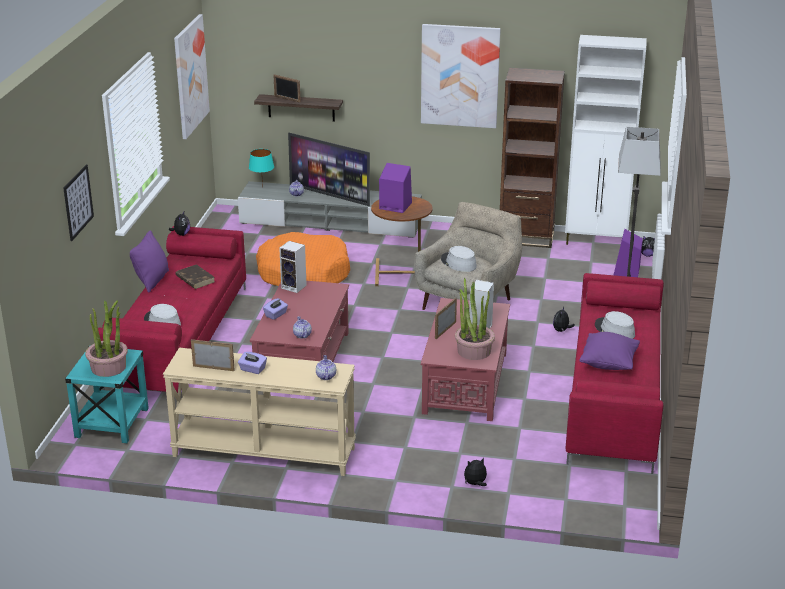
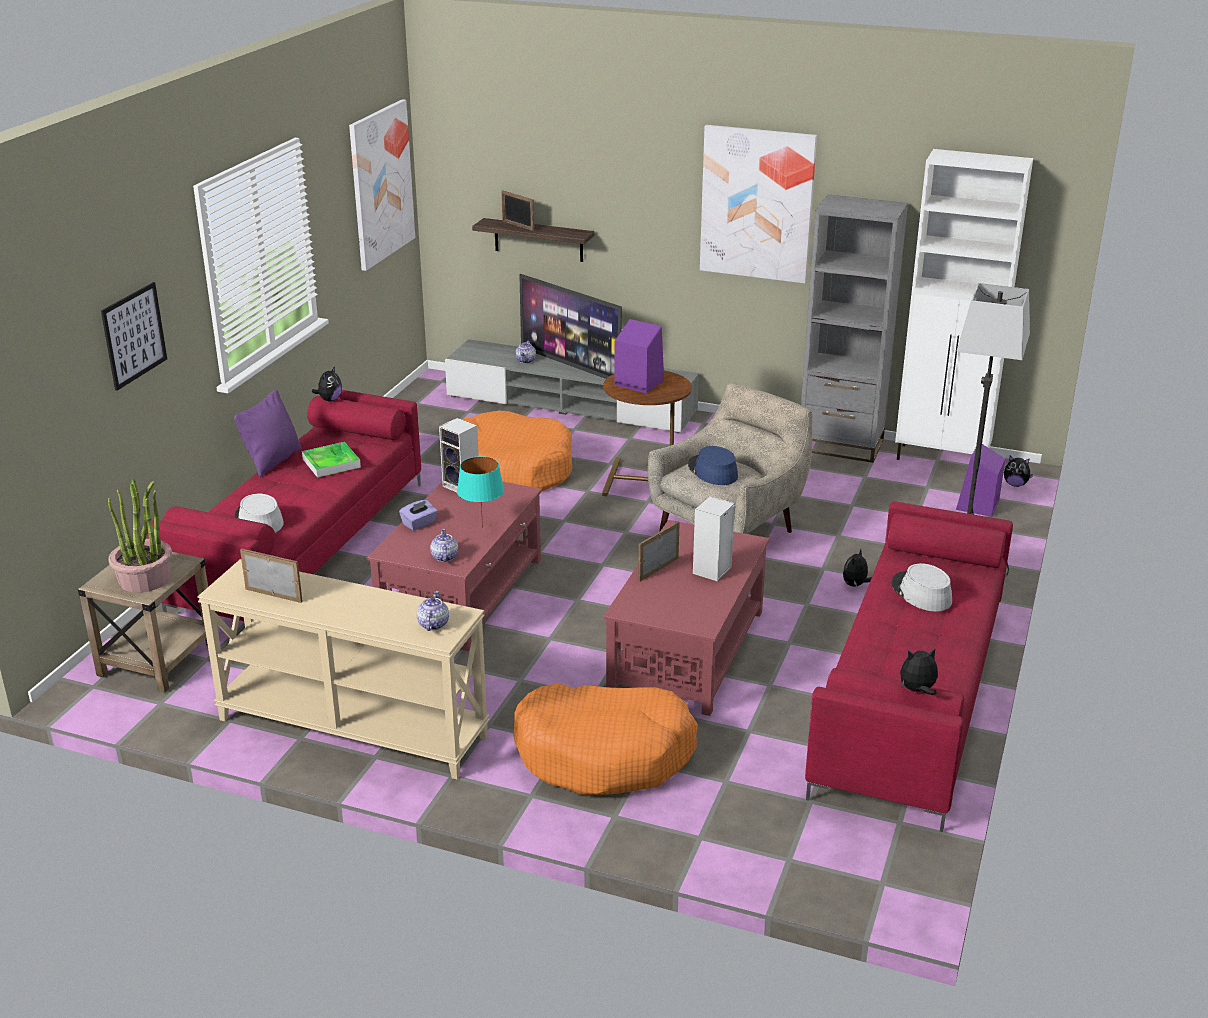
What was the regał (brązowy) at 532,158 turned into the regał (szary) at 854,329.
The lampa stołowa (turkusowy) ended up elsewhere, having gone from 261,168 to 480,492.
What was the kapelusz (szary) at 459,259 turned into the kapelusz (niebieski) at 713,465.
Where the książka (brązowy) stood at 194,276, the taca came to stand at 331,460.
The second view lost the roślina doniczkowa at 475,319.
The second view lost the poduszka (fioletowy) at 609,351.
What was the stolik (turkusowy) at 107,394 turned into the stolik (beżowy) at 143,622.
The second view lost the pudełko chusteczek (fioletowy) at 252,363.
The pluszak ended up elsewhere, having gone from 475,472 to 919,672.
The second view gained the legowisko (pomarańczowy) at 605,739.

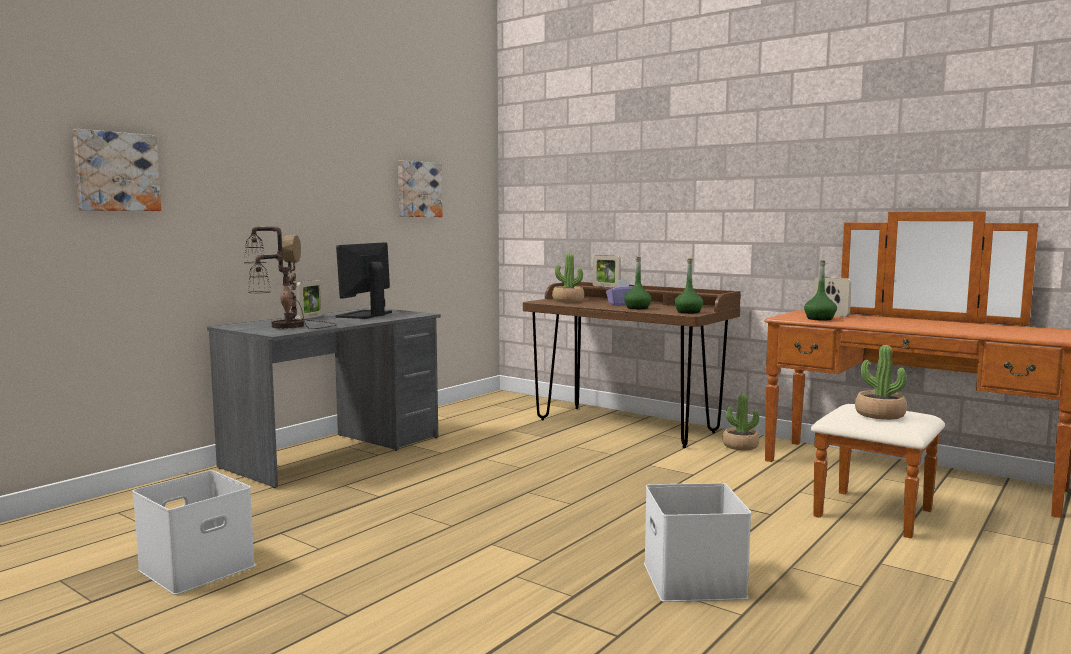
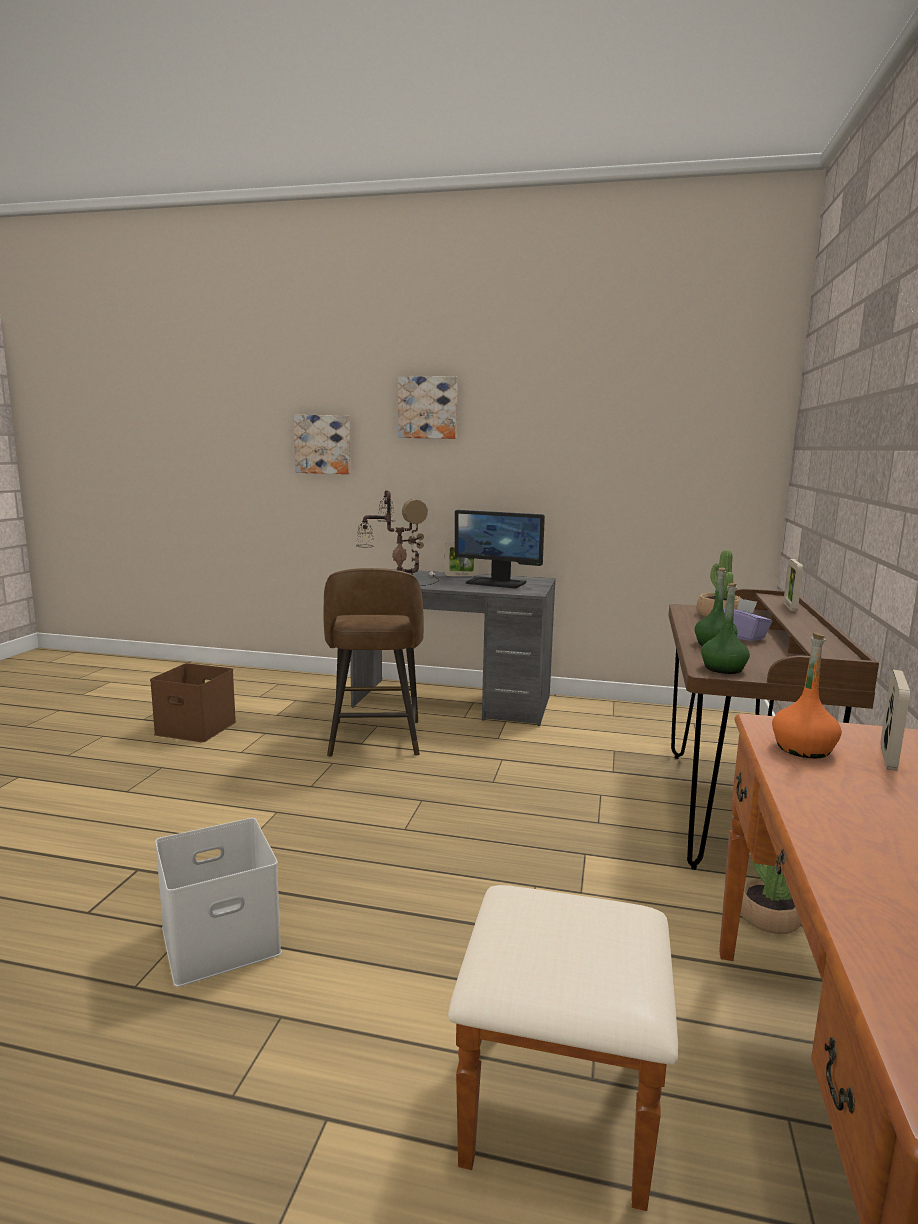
The obraz ended up elsewhere, having gone from 420,188 to 427,407.
The monitor at 363,280 ended up facing another way, 150 degrees counterclockwise from before.
What was the butelka (zielony) at 820,290 turned into the butelka (pomarańczowy) at 807,695.
The second view lost the roślina doniczkowa at 881,382.
What was the pojemnik do przechowywania (biały) at 194,532 turned into the pojemnik do przechowywania (brązowy) at 193,702.
The second view gained the stołek (brązowy) at 373,662.

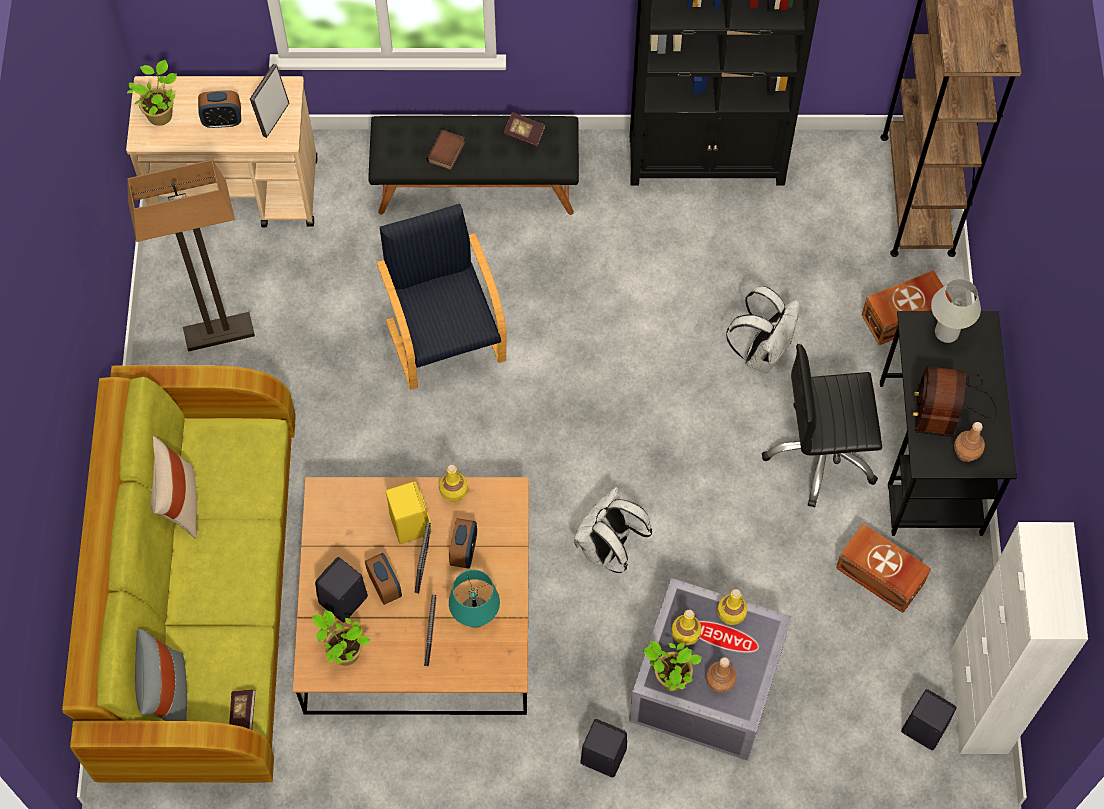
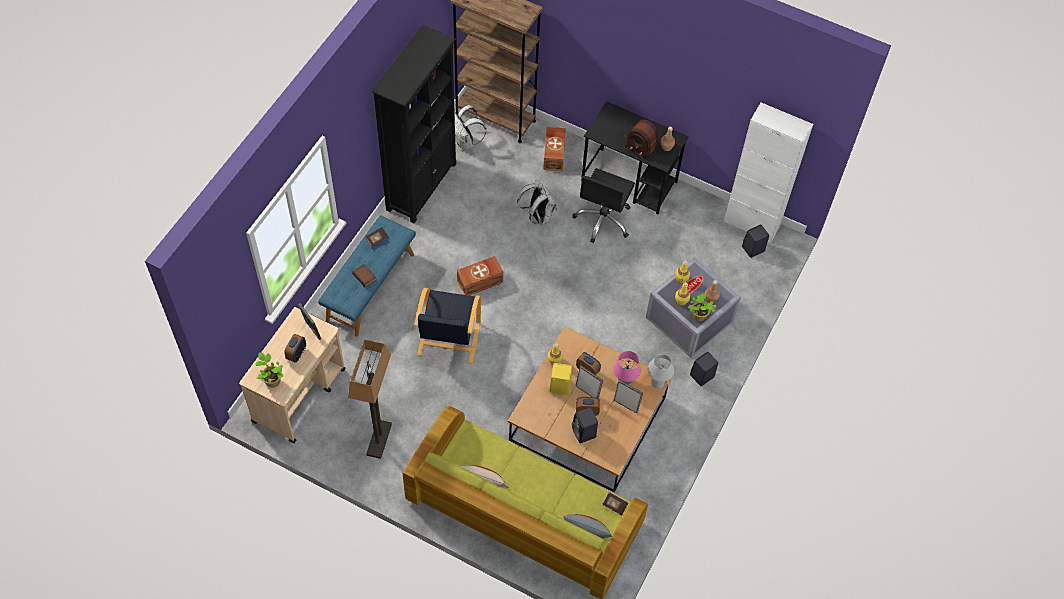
What was the ławka (czarny) at 473,165 turned into the ławka (niebieski) at 367,276.
The fotel (czarny) at 441,297 ended up facing another way, 90 degrees counterclockwise from before.
The lampa stołowa (biały) ended up elsewhere, having gone from 956,311 to 661,371.
The plecak (biały) ended up elsewhere, having gone from 613,529 to 470,127.
The pojemnik do przechowywania (brązowy) ended up elsewhere, having gone from 883,568 to 480,276.
What was the lampa stołowa (turkusowy) at 474,599 turned into the lampa stołowa (różowy) at 627,368.
The second view lost the roślina doniczkowa at 341,638.

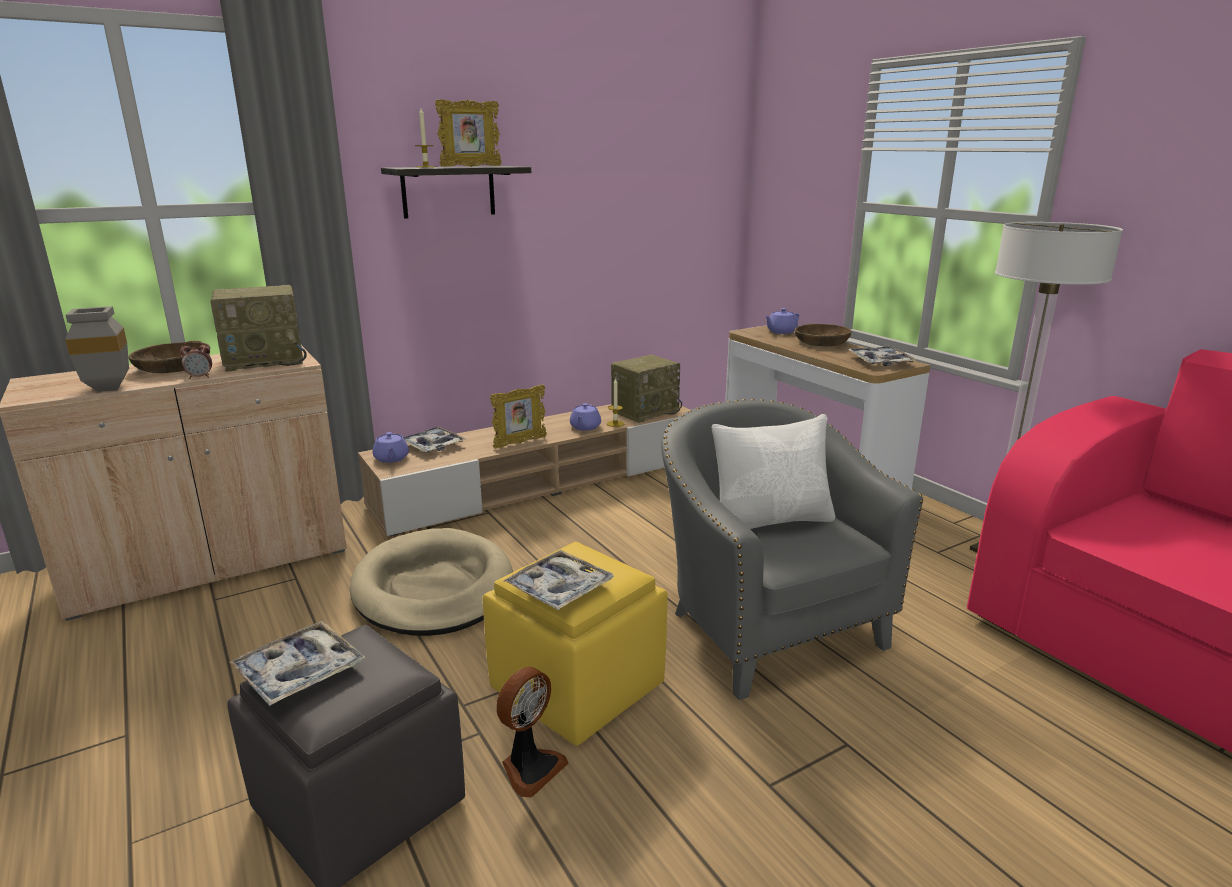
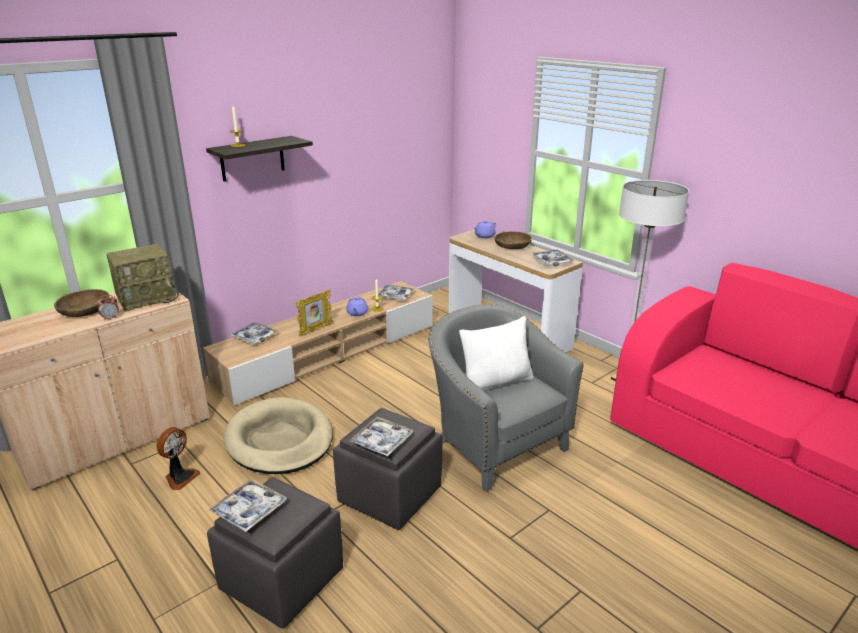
The second view lost the ramka na zdjęcie at 468,133.
The second view lost the wazon (szary) at 97,349.
Where the radio stood at 646,389, the taca came to stand at 396,292.
The second view lost the imbryk (fioletowy) at 391,447.
What was the pufa (żółty) at 575,644 turned into the pufa (szary) at 387,469.
The wentylator ended up elsewhere, having gone from 532,732 to 178,458.

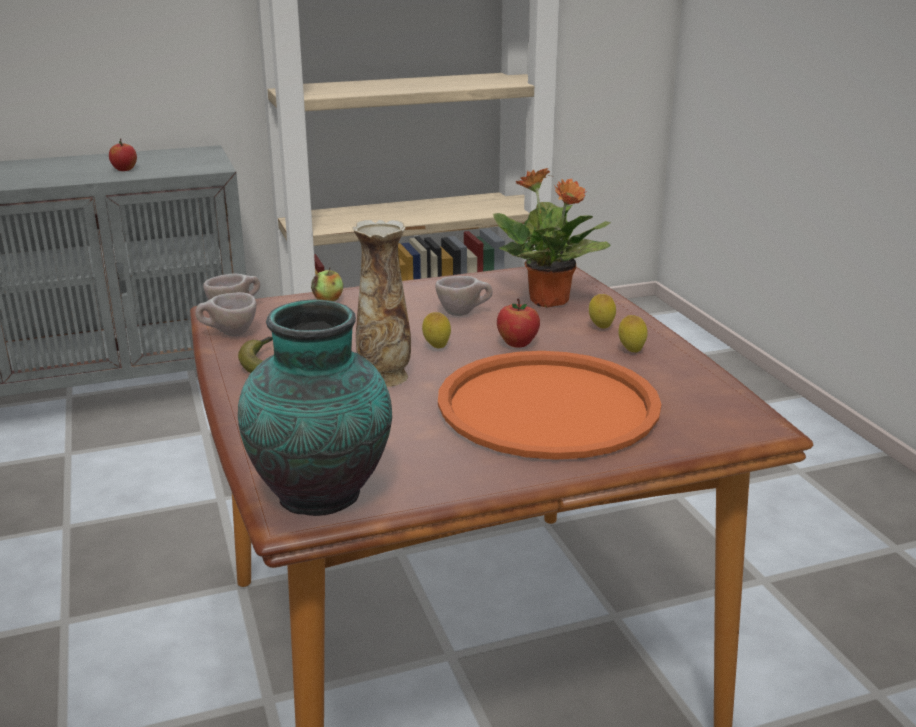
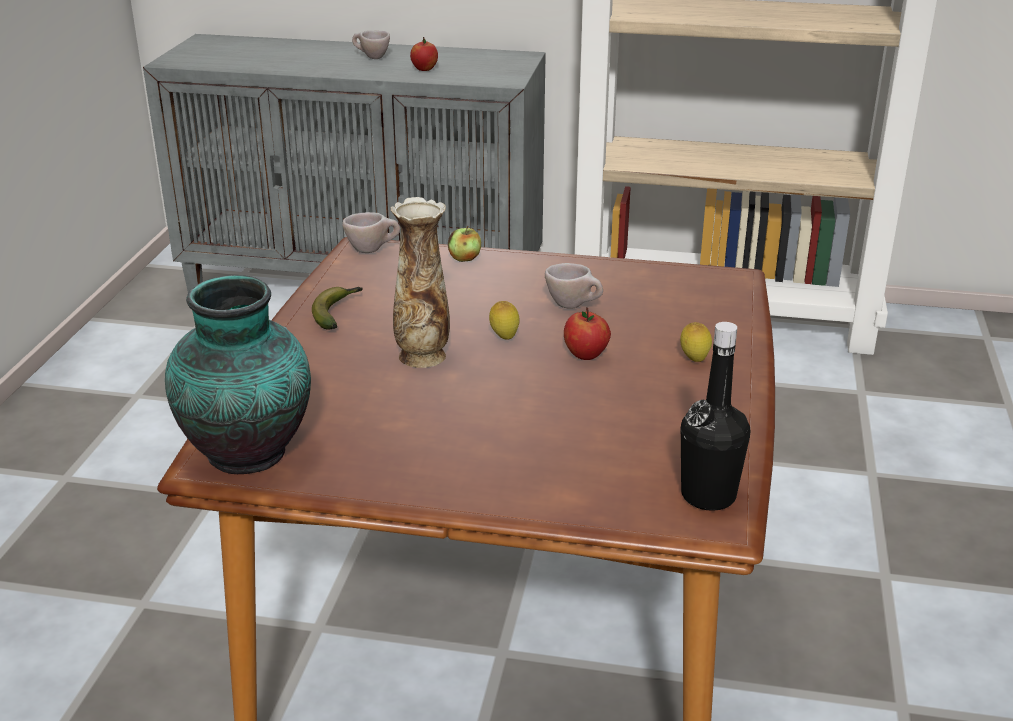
The second view lost the roślina doniczkowa at 552,238.
The filiżanka (beżowy) ended up elsewhere, having gone from 225,314 to 371,44.
The second view lost the cytryna at 633,333.
The second view lost the taca (pomarańczowy) at 549,405.
The second view gained the butelka (czarny) at 716,416.

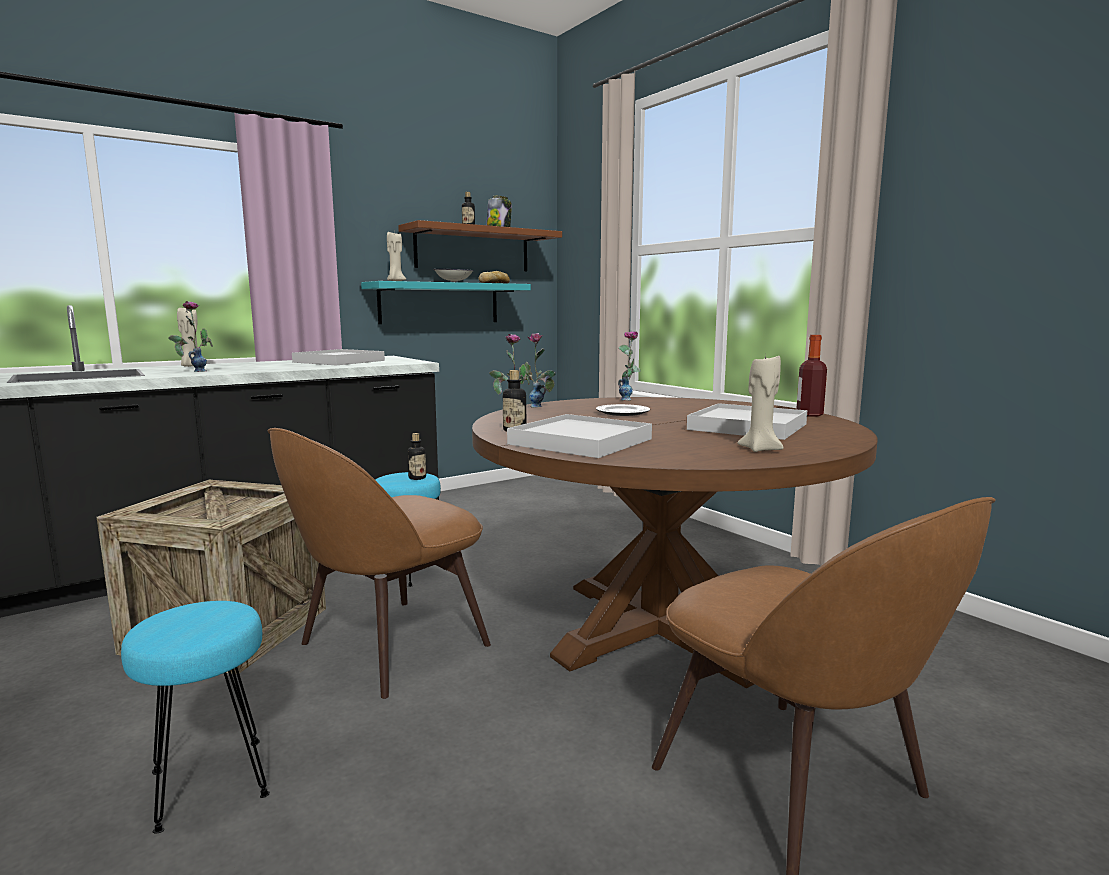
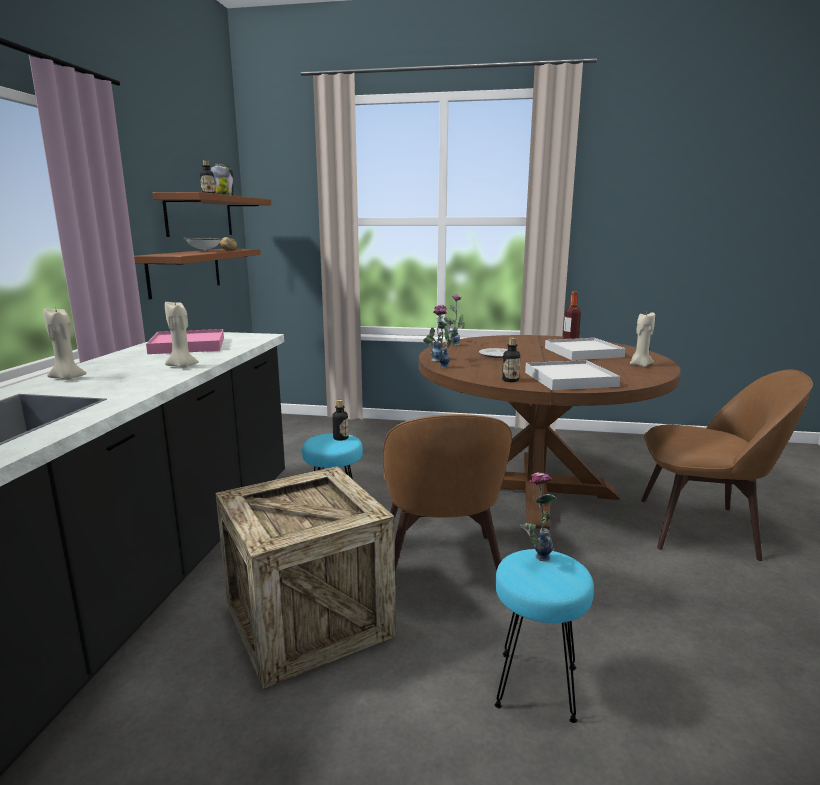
The świeca (beżowy) ended up elsewhere, having gone from 396,256 to 182,335.
What was the półka (turkusowy) at 446,302 turned into the półka (brązowy) at 197,274.
The wazon ended up elsewhere, having gone from 190,336 to 538,516.
What was the taca (biały) at 338,357 turned into the taca (różowy) at 185,341.

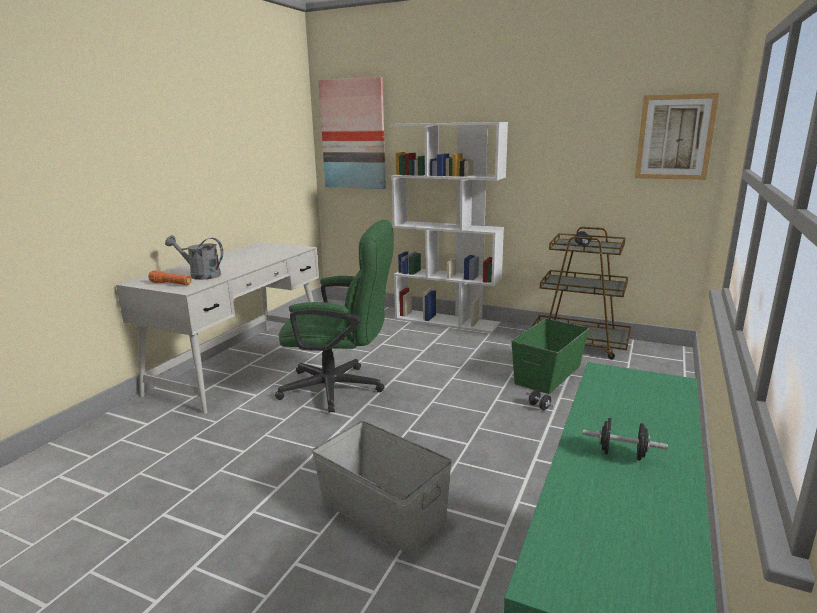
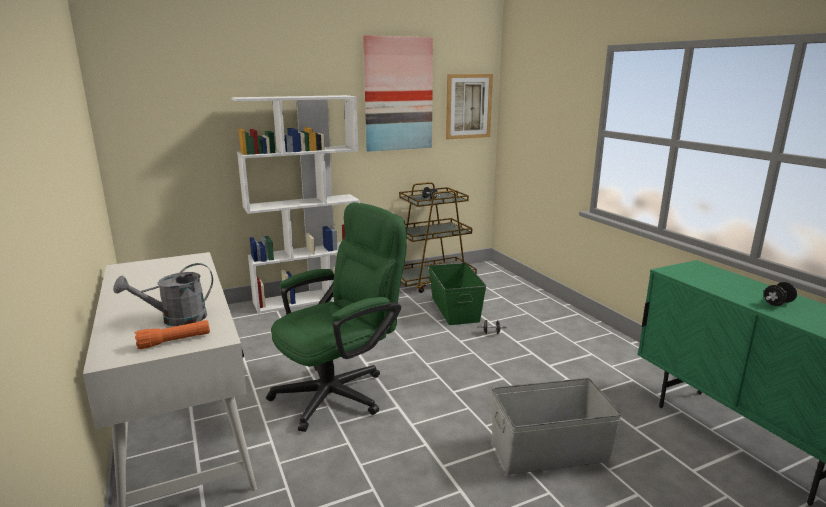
The obraz ended up elsewhere, having gone from 352,133 to 398,93.

